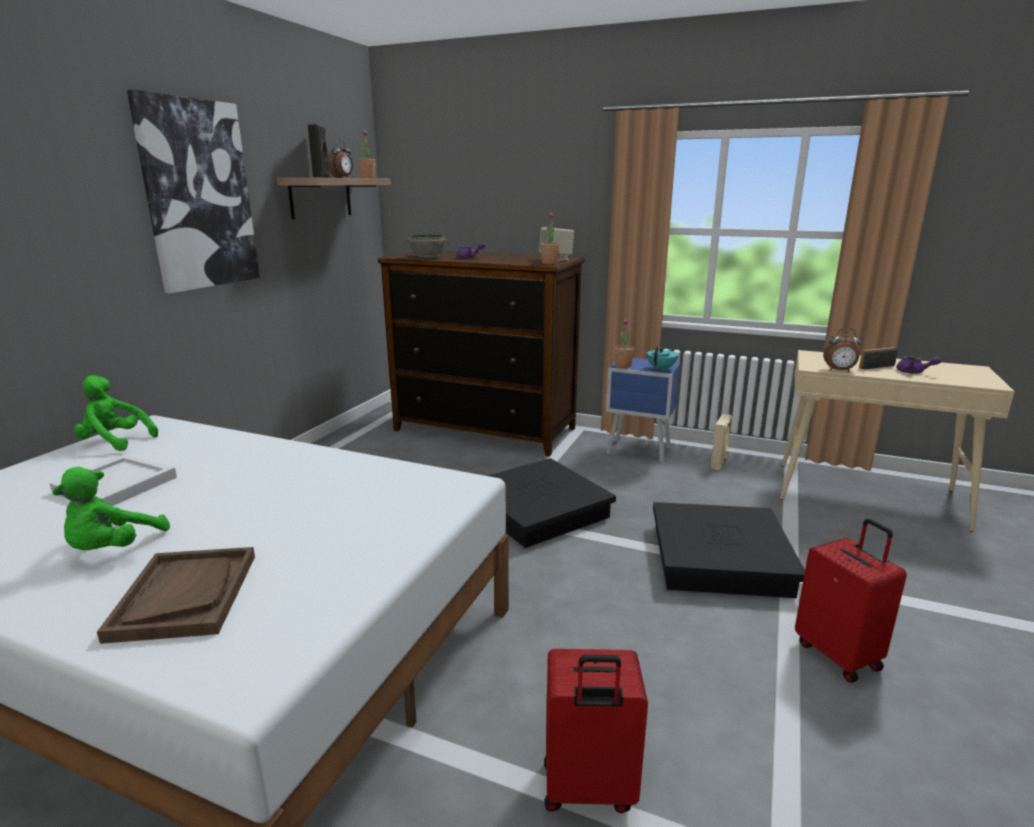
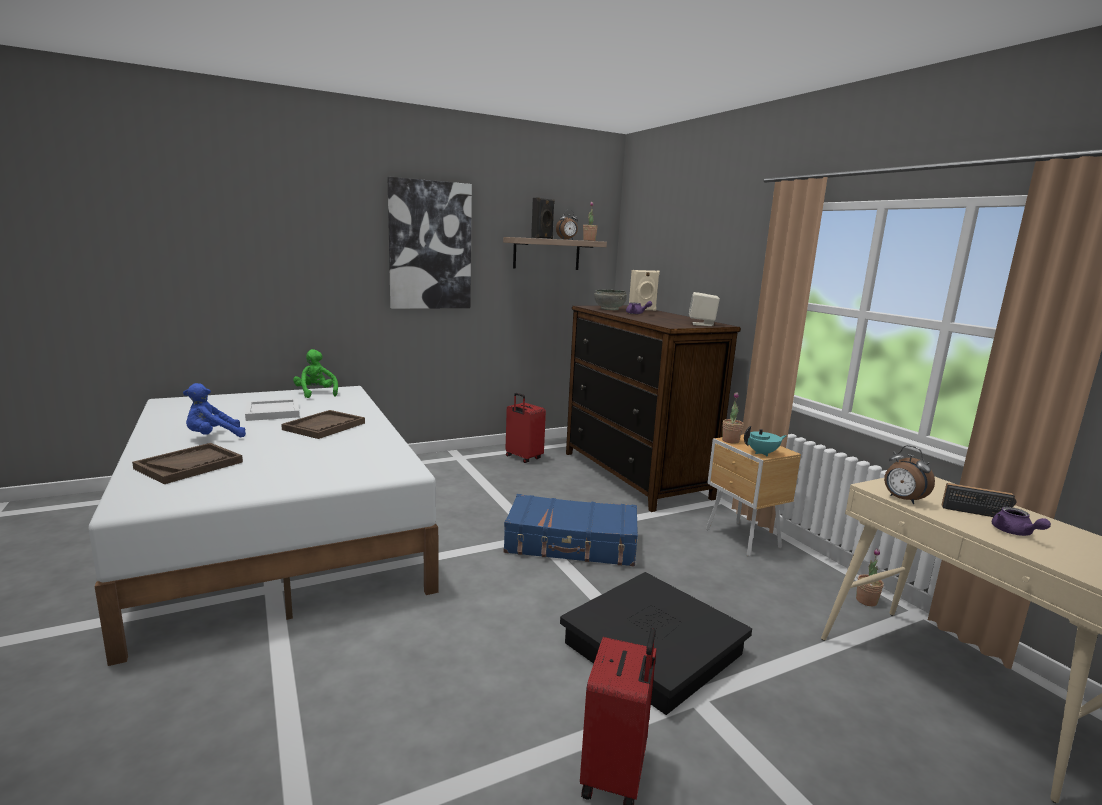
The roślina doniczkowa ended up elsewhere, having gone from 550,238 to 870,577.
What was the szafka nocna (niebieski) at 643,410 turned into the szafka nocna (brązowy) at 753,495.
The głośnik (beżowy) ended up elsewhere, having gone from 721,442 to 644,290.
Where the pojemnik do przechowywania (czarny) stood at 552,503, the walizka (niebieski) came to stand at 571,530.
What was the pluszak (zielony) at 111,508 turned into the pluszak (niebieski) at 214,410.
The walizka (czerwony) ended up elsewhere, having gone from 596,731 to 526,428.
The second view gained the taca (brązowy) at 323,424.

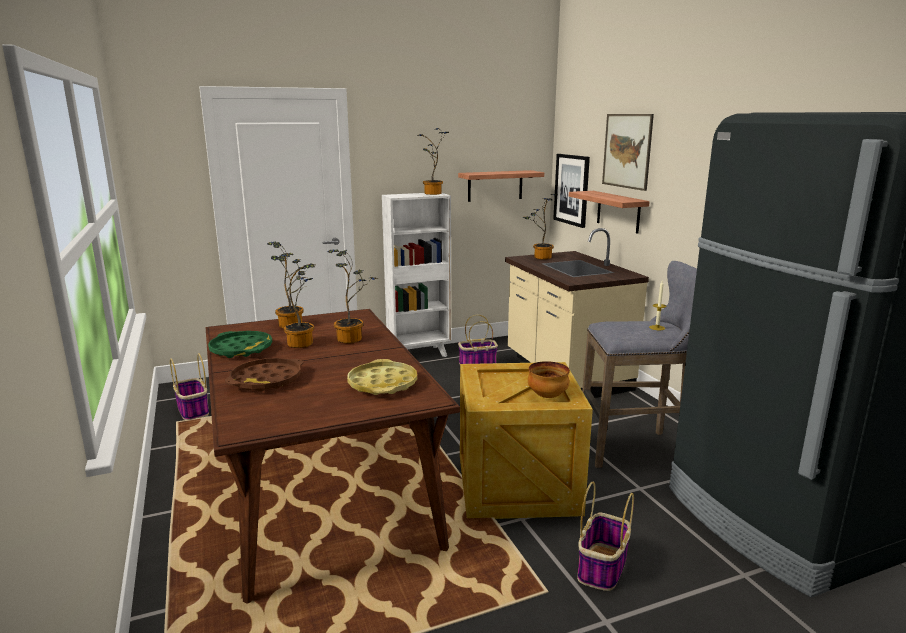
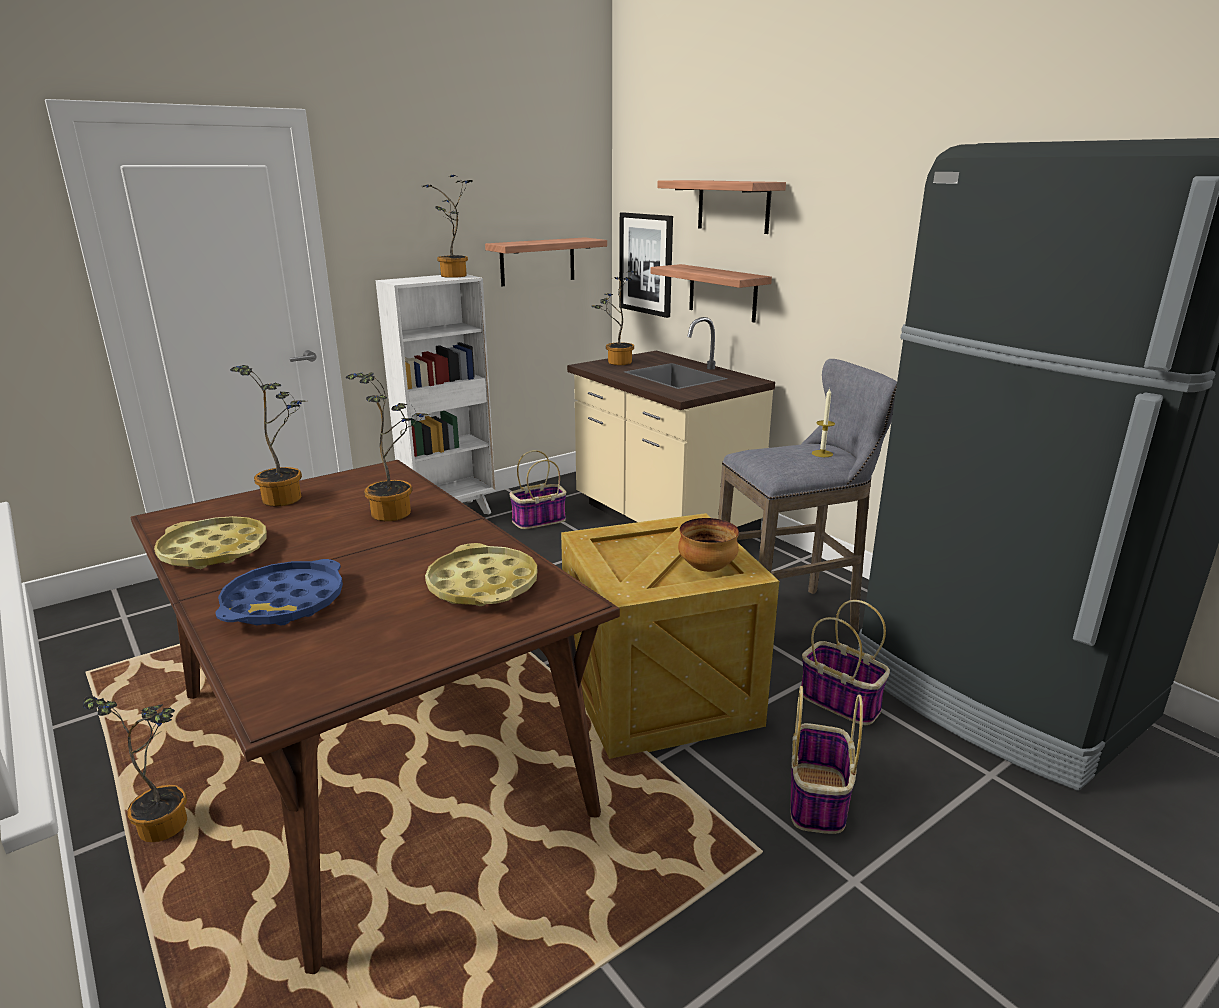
Where the obraz hung at 628,152, the półka came to hang at 721,207.
The roślina doniczkowa ended up elsewhere, having gone from 293,301 to 135,769.
What was the taca (zielony) at 240,344 turned into the taca (żółty) at 210,542.
The koszyk ended up elsewhere, having gone from 189,386 to 845,662.
What was the taca (brązowy) at 264,375 turned into the taca (niebieski) at 279,592.

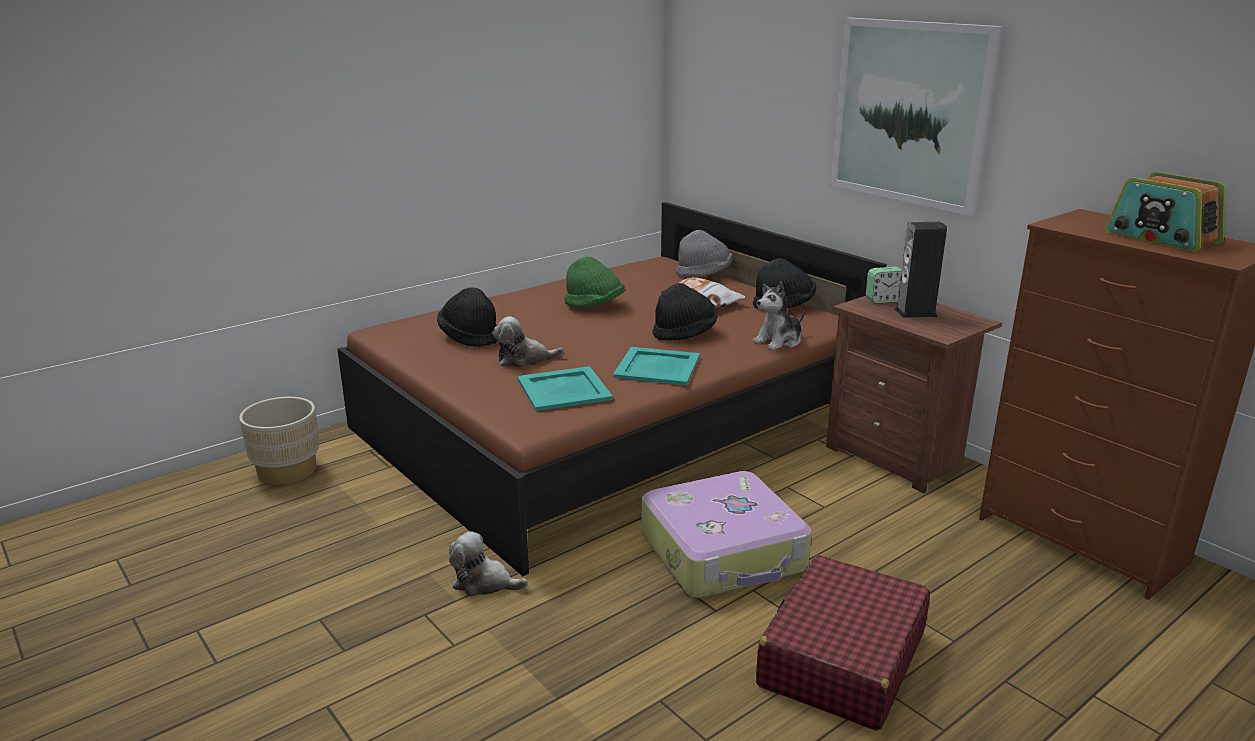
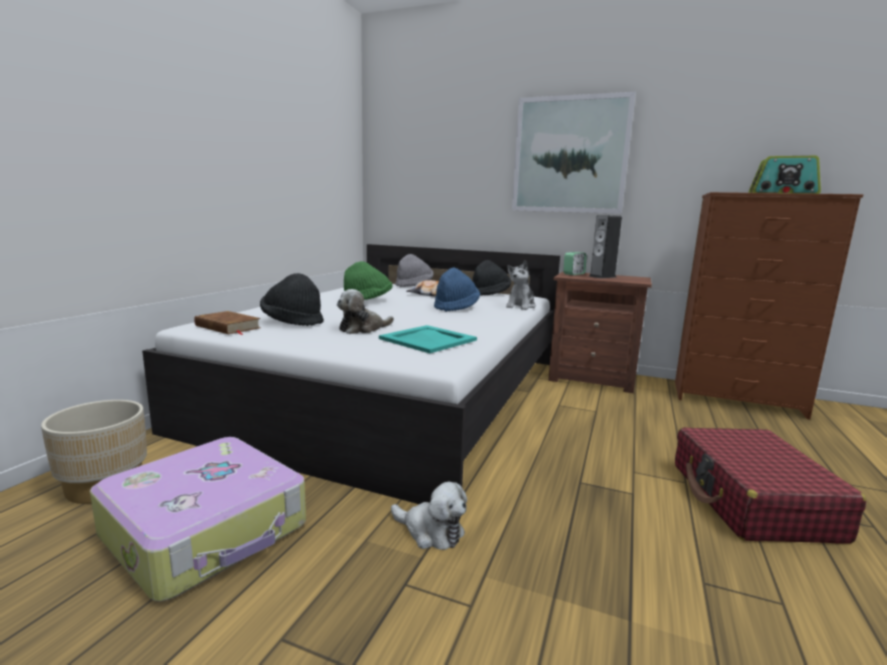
What was the łóżko (brązowy) at 612,389 turned into the łóżko (biały) at 351,374.
What was the kapelusz (czarny) at 685,312 turned into the kapelusz (niebieski) at 457,290.
The second view lost the taca (turkusowy) at 656,366.
The walizka ended up elsewhere, having gone from 726,534 to 198,519.
The pluszak at 488,564 ended up facing another way, 135 degrees counterclockwise from before.
The second view gained the książka (brązowy) at 227,323.

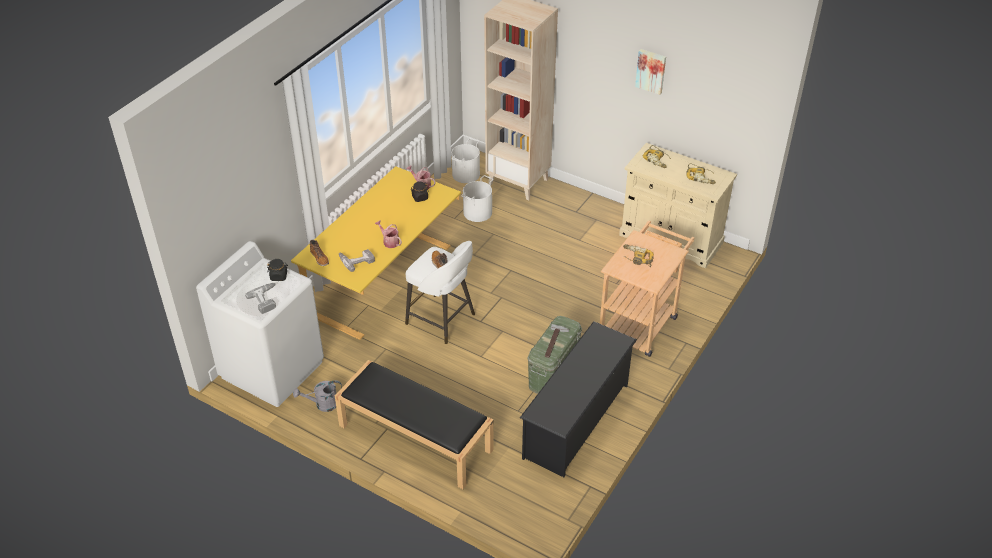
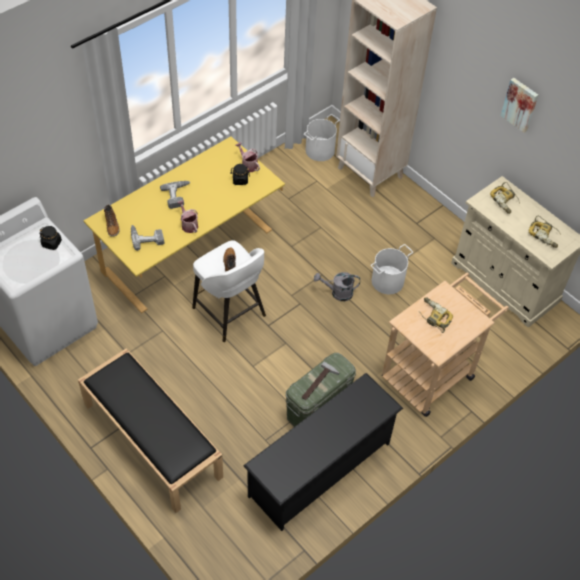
The wiadro (biały) ended up elsewhere, having gone from 477,198 to 392,269.
The wiertarka ended up elsewhere, having gone from 260,298 to 175,195.
The konewka (szary) ended up elsewhere, having gone from 317,396 to 337,286.

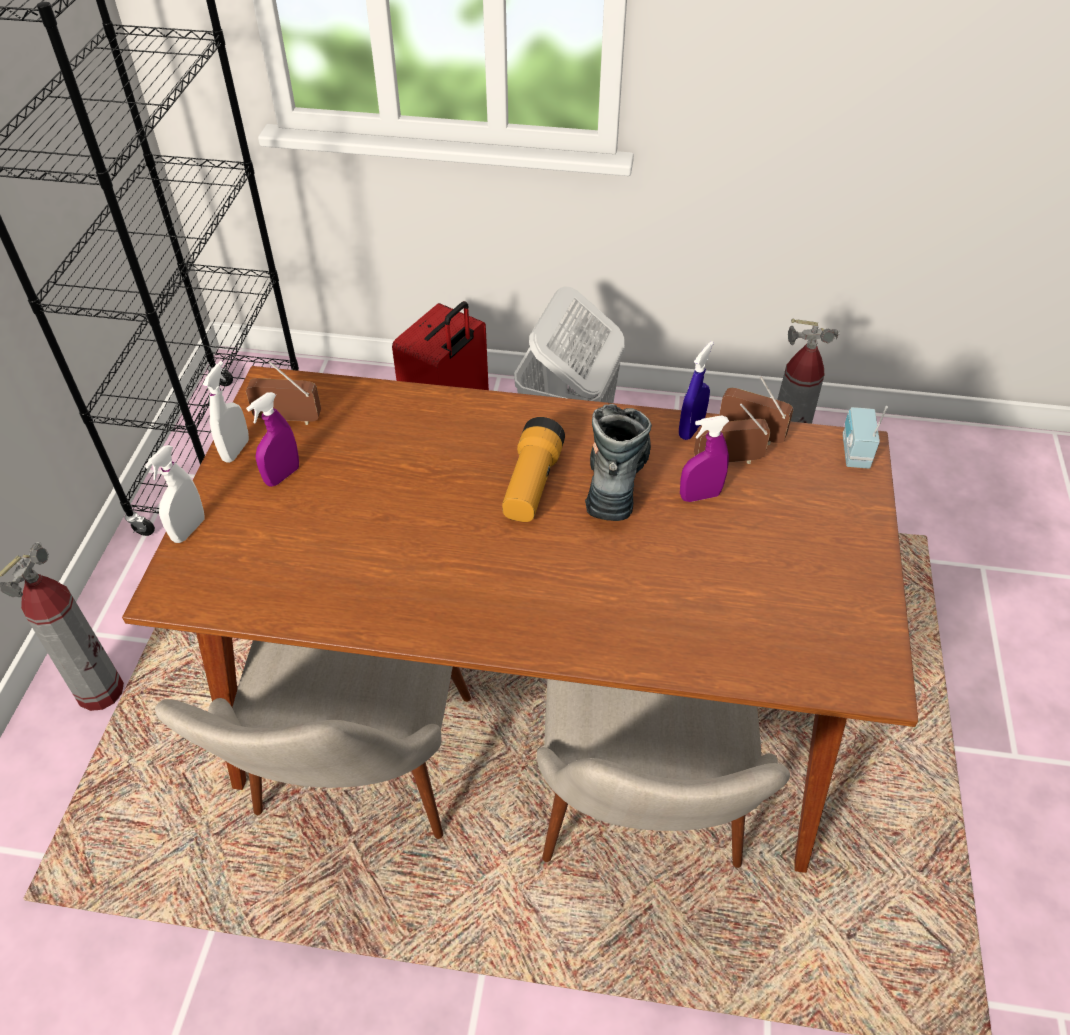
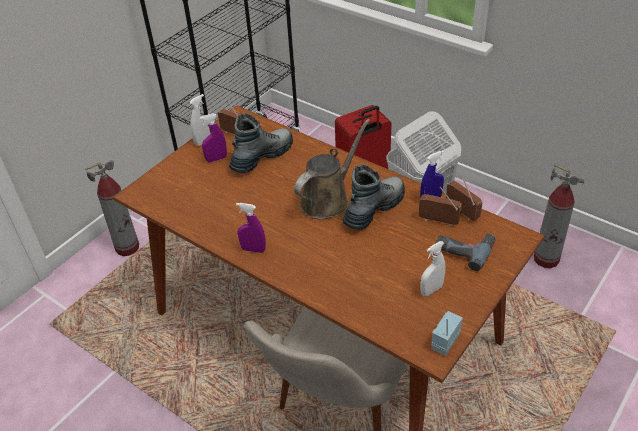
The radio ended up elsewhere, having gone from 865,437 to 447,333.
The spryskiwacz (fioletowy) ended up elsewhere, having gone from 704,458 to 251,228.
Where the latarka stood at 533,469, the konewka (brązowy) came to stand at 332,169.
The spryskiwacz (biały) ended up elsewhere, having gone from 174,494 to 433,268.
The second view lost the krzesło (beżowy) at 313,739.
The second view gained the but z cholewką at 261,143.
The second view gained the wiertarka at 466,252.

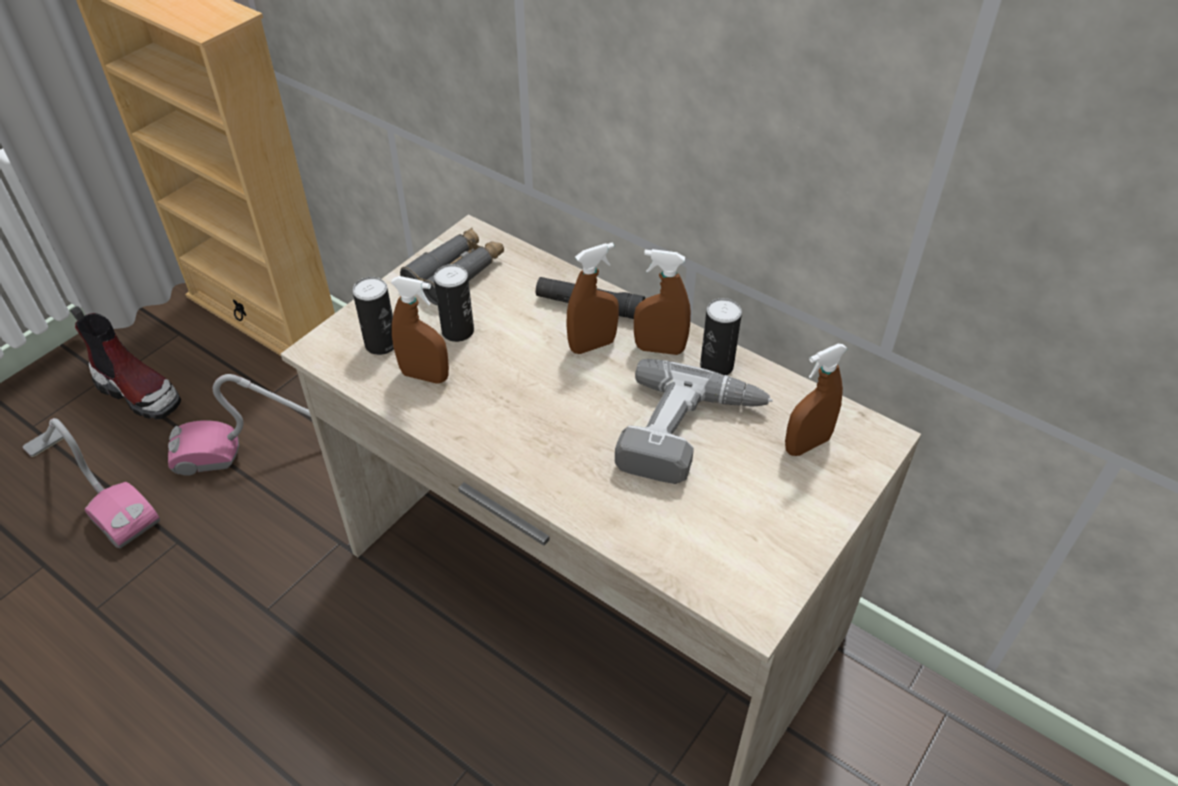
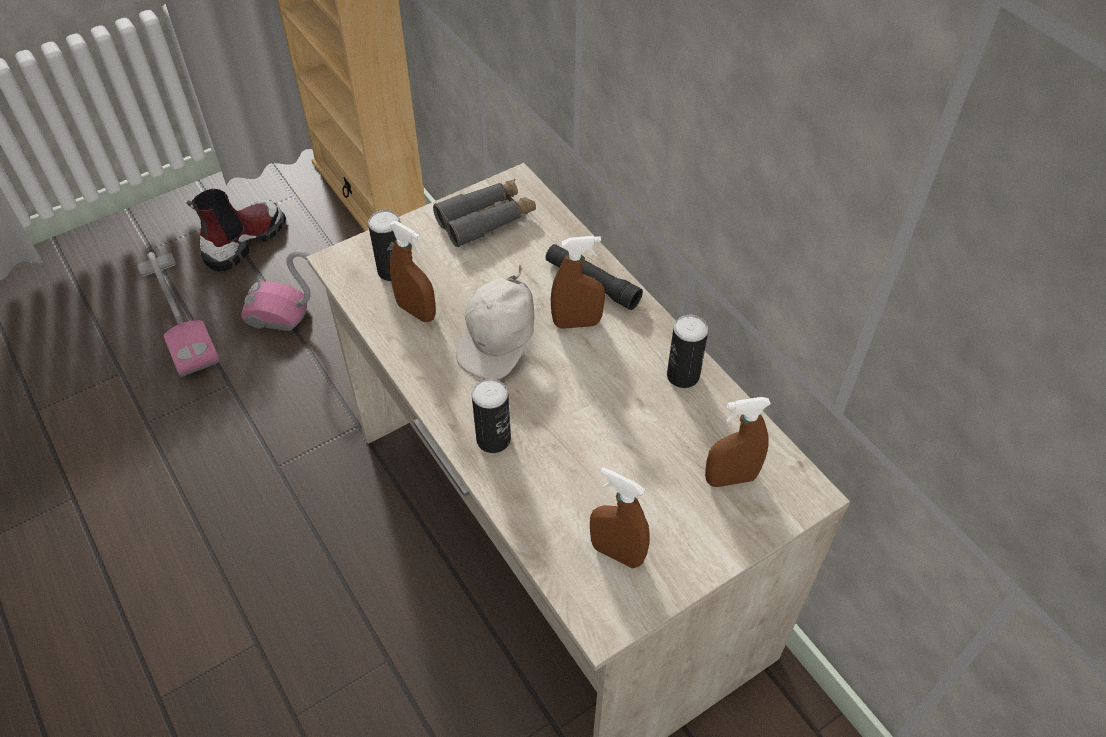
The spryskiwacz (brązowy) ended up elsewhere, having gone from 662,302 to 620,517.
The puszka ended up elsewhere, having gone from 454,303 to 491,416.
The but z cholewką at 126,363 ended up facing another way, 105 degrees counterclockwise from before.
The second view lost the wiertarka at 694,421.
The second view gained the czapka z daszkiem (biały) at 495,322.

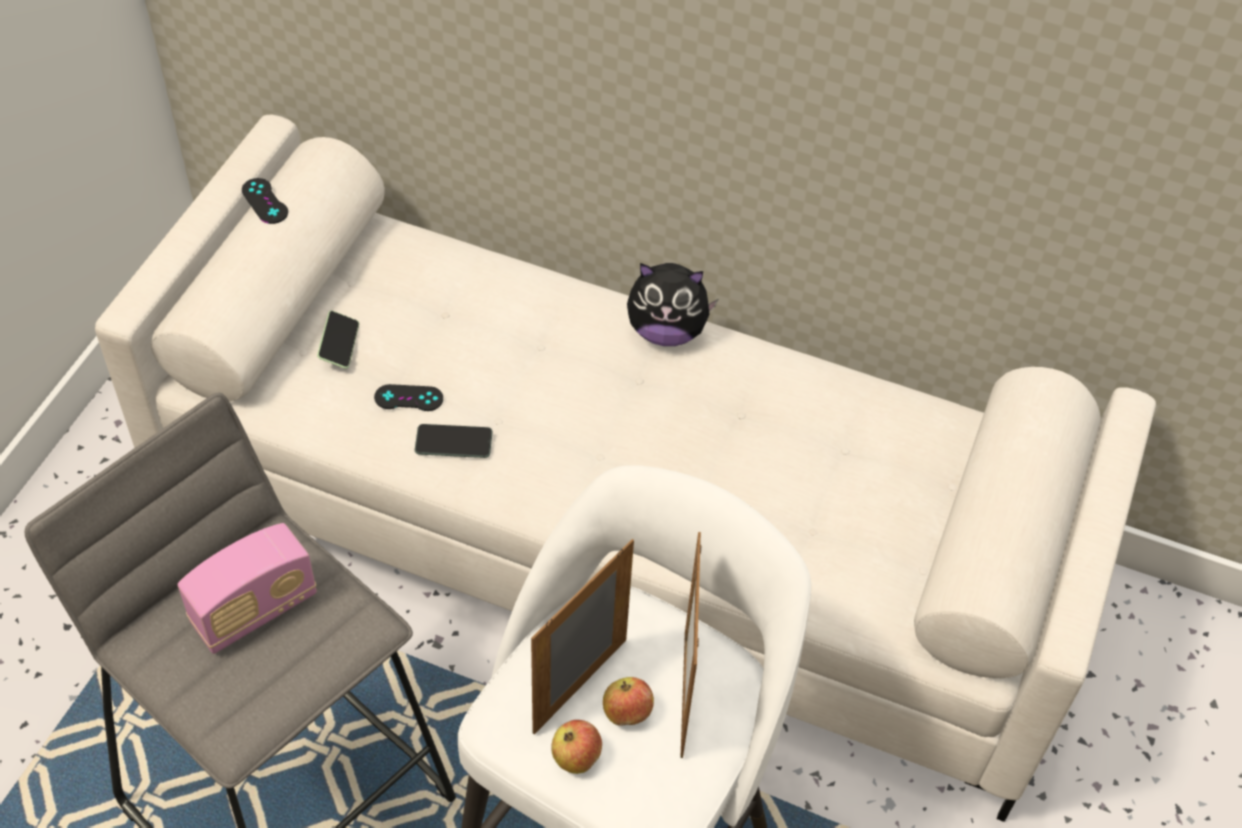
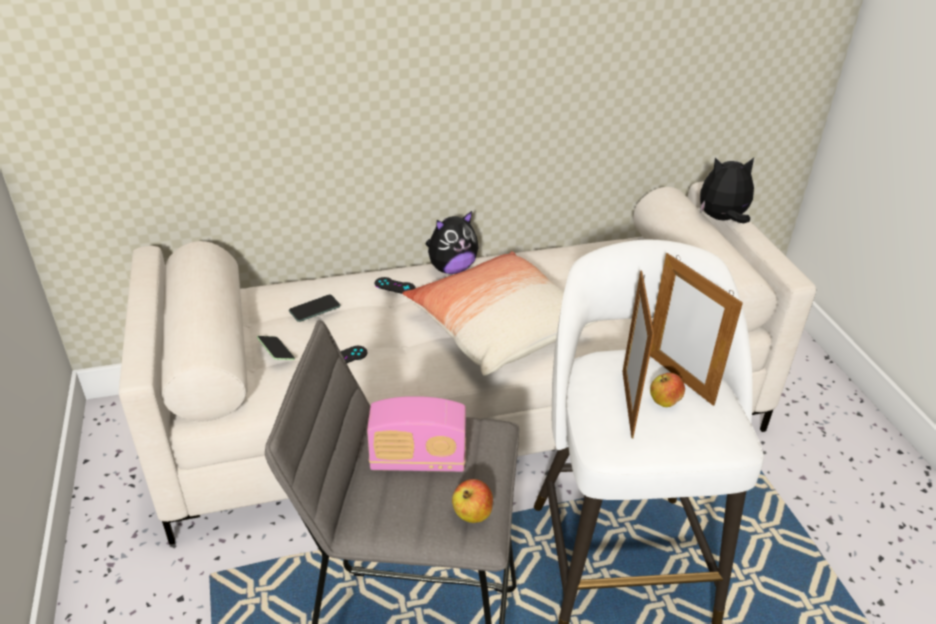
The pad do gier (czarny) ended up elsewhere, having gone from 265,201 to 395,285.
The telefon ended up elsewhere, having gone from 454,441 to 314,308.
The radio at 247,588 ended up facing another way, 75 degrees clockwise from before.
The jabłko ended up elsewhere, having gone from 576,747 to 472,501.
The second view gained the pluszak at 727,190.
The second view gained the poduszka at 499,313.

